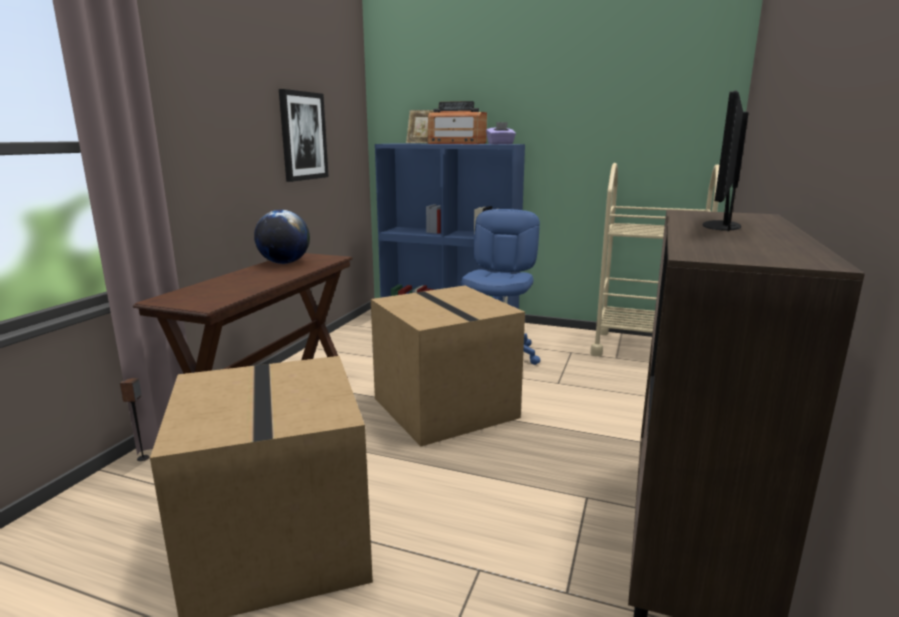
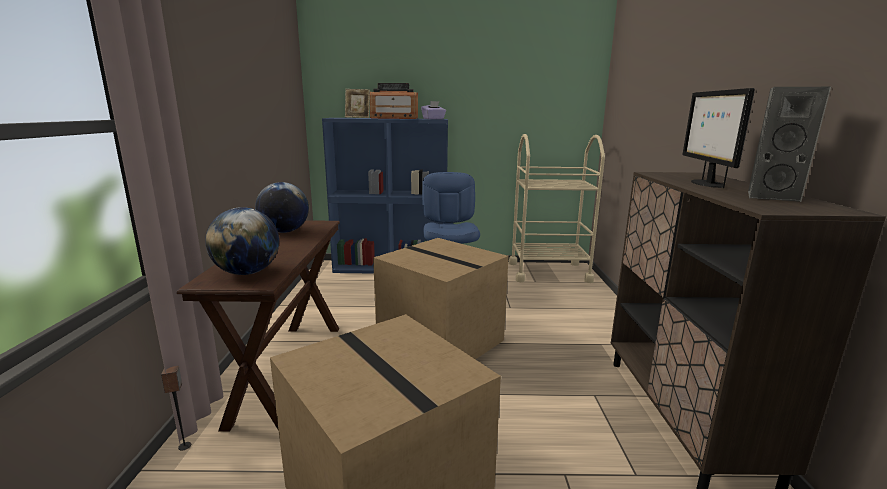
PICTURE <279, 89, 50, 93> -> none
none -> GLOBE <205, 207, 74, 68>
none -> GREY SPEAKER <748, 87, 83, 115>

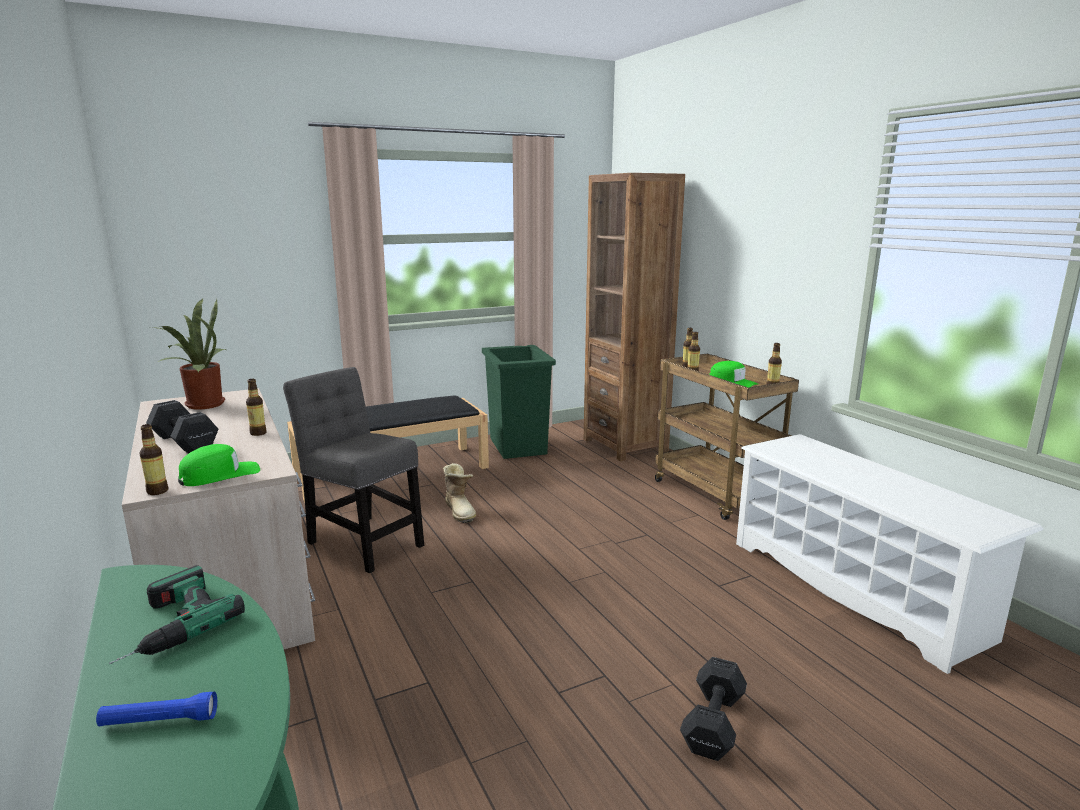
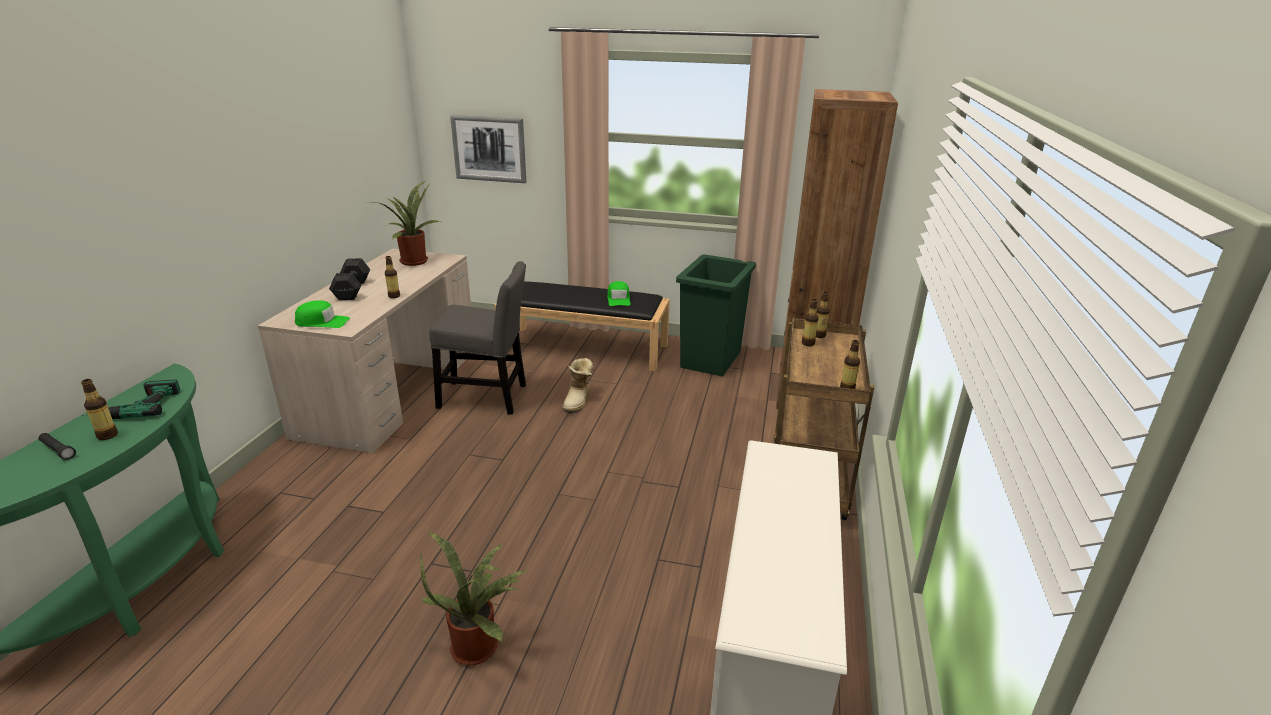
none -> PICTURE <450, 115, 76, 68>
BOTTLE <139, 424, 30, 71> -> BOTTLE <81, 379, 37, 61>, shifted
GREEN CAP <709, 361, 49, 27> -> GREEN CAP <607, 281, 23, 25>, shifted
BLACK DUMBBELL <680, 657, 67, 104> -> POTTED PLANT <420, 532, 108, 133>
BLUE FLASHLIGHT <96, 692, 121, 34> -> BLACK FLASHLIGHT <39, 433, 37, 27>
GREY CHAIR <283, 367, 141, 206> -> GREY CHAIR <429, 261, 97, 154>, 105 degrees clockwise

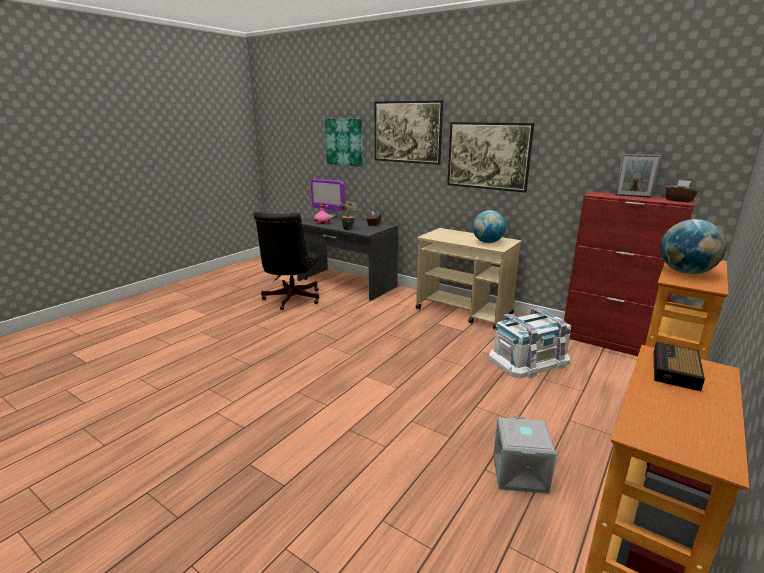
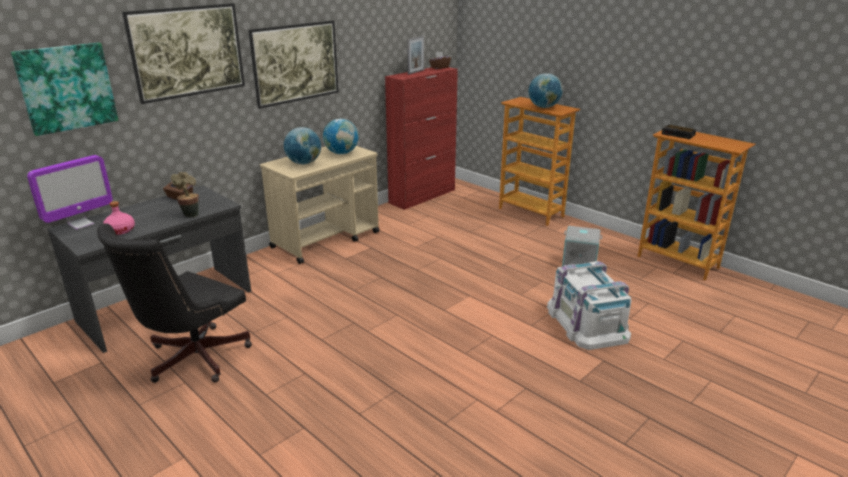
none -> GLOBE <284, 127, 37, 37>
WHITE STORAGE BOX <489, 308, 82, 70> -> WHITE STORAGE BOX <547, 261, 84, 89>, shifted
BLACK OFFICE CHAIR <254, 212, 65, 98> -> BLACK OFFICE CHAIR <97, 223, 155, 160>, 105 degrees clockwise

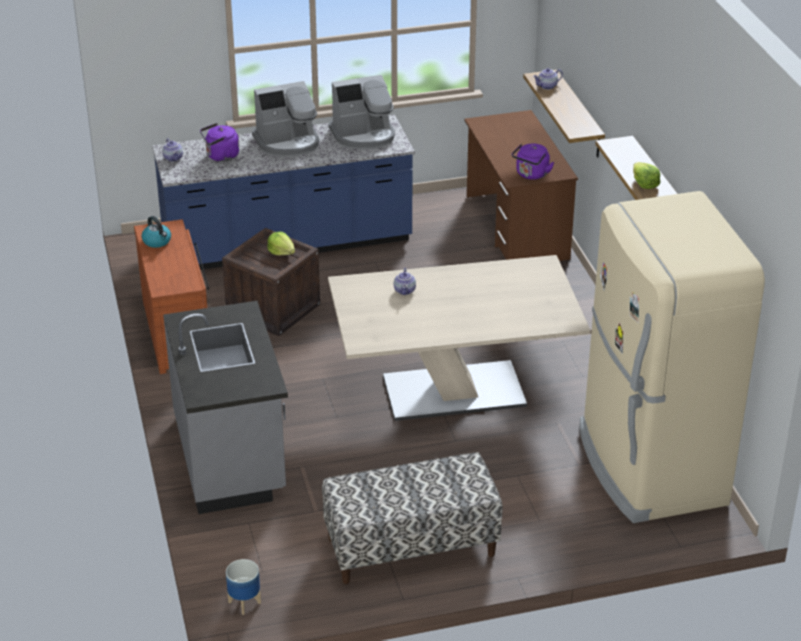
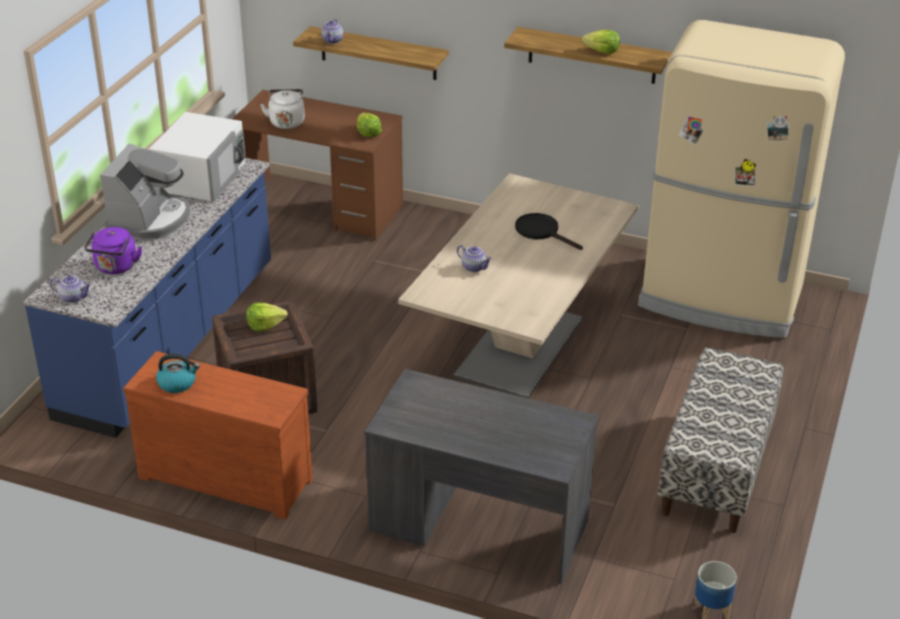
none -> WHITE KETTLE <260, 89, 45, 40>
none -> BLACK FRYING PAN <515, 213, 68, 37>
GREY COUNTER <163, 301, 125, 213> -> GREY DESK <364, 369, 235, 215>
COFFEE MACHINE <328, 75, 67, 75> -> WHITE MICROWAVE <149, 112, 97, 90>
PURPLE KETTLE <512, 144, 42, 36> -> LETTUCE <357, 112, 25, 25>

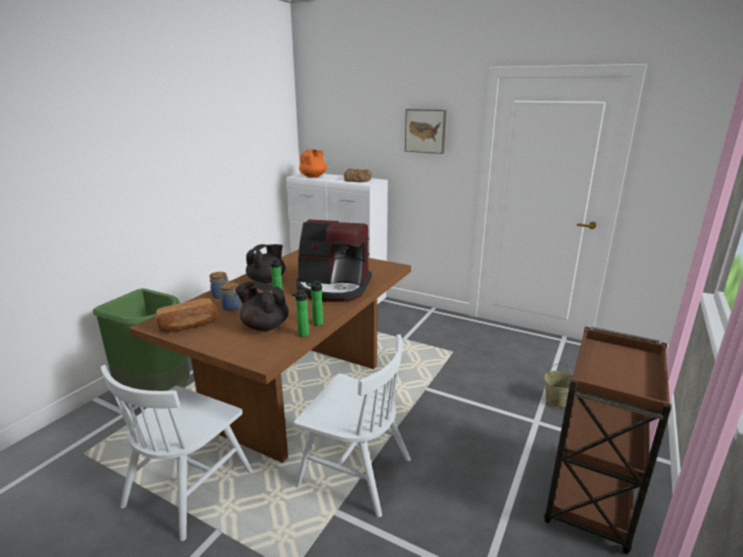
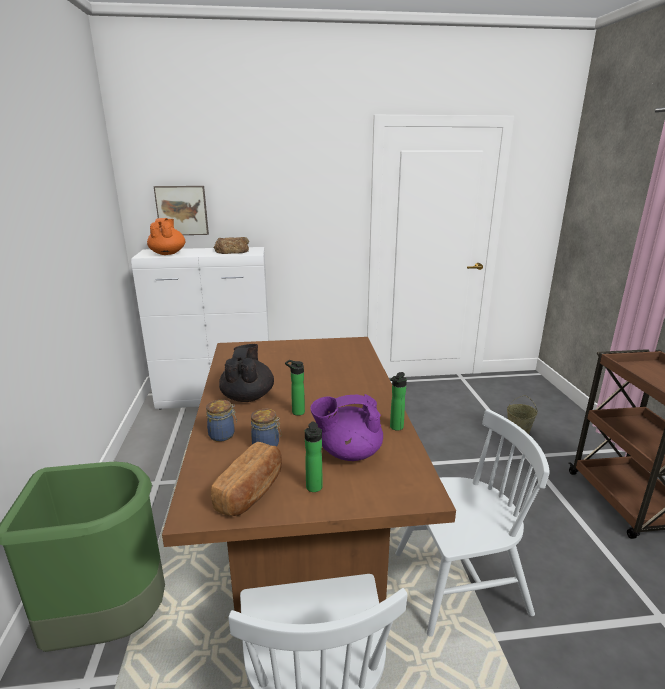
COFFEE MACHINE <296, 220, 76, 82> -> none
BOTTLE <292, 289, 17, 48> -> BOTTLE <305, 422, 18, 70>, shifted
PICTURE <405, 109, 42, 45> -> PICTURE <154, 186, 55, 49>, shifted
BLACK TEAPOT <235, 281, 54, 50> -> PURPLE TEAPOT <310, 394, 73, 67>

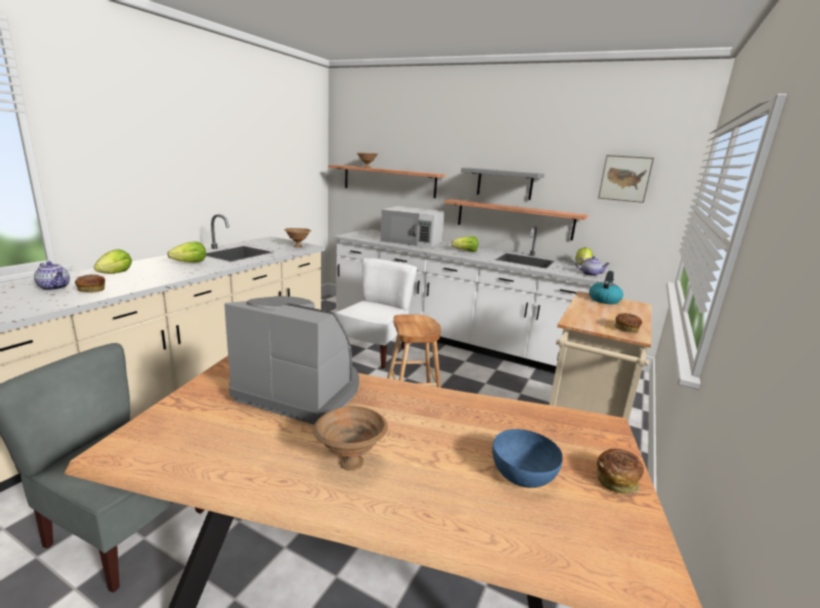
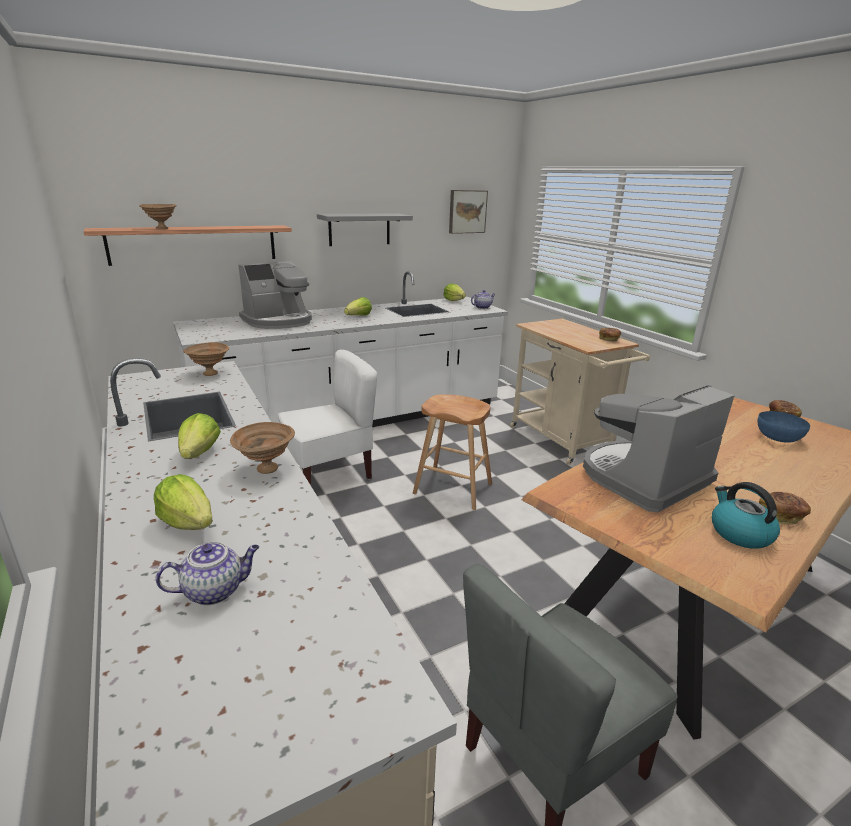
SHELF <444, 199, 144, 42> -> none
BREAD <75, 274, 30, 19> -> BREAD <759, 492, 52, 33>, shifted
BROWN BOWL <313, 406, 75, 65> -> BROWN BOWL <230, 422, 65, 52>, shifted
KETTLE <589, 271, 34, 33> -> KETTLE <712, 482, 68, 67>, shifted
WHITE MICROWAVE <380, 206, 65, 41> -> COFFEE MACHINE <238, 261, 74, 68>
WHITE CHAIR <336, 258, 81, 111> -> WHITE CHAIR <278, 349, 100, 136>, 90 degrees clockwise

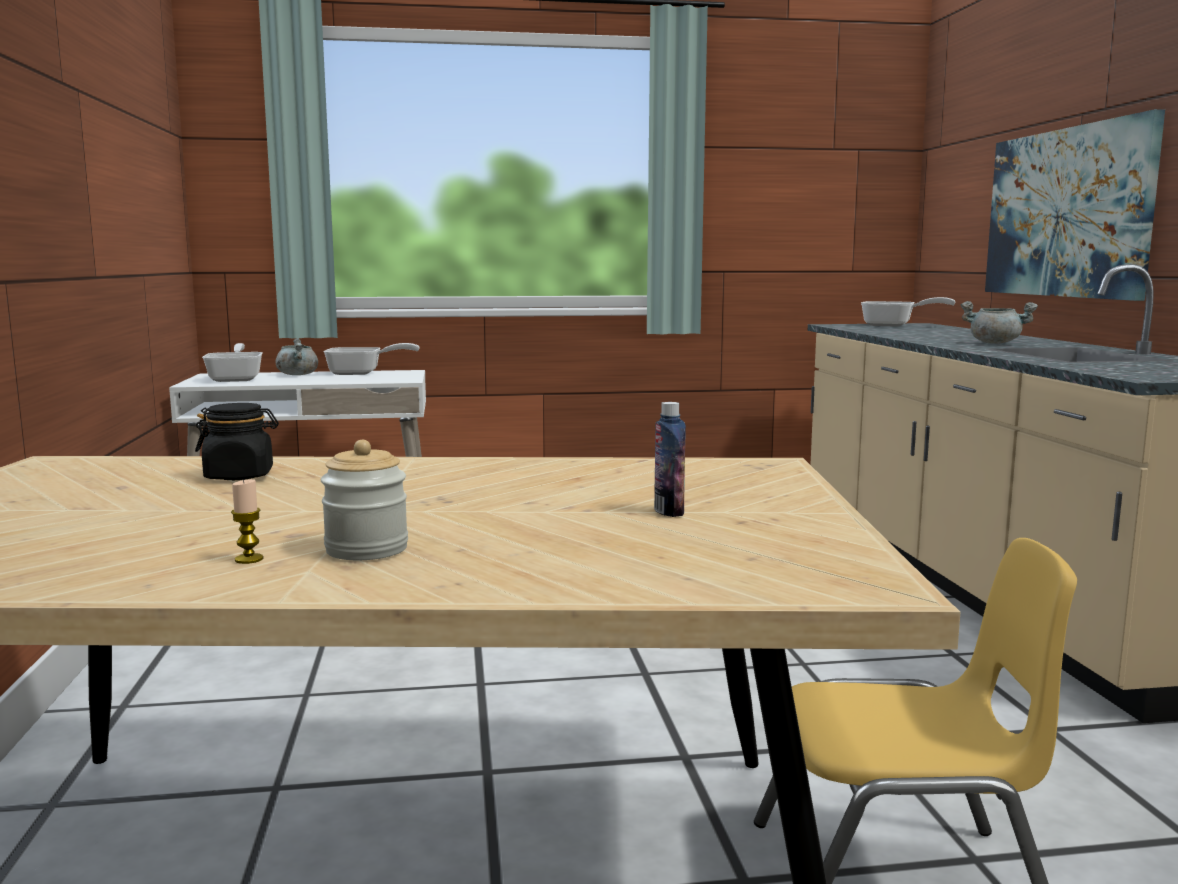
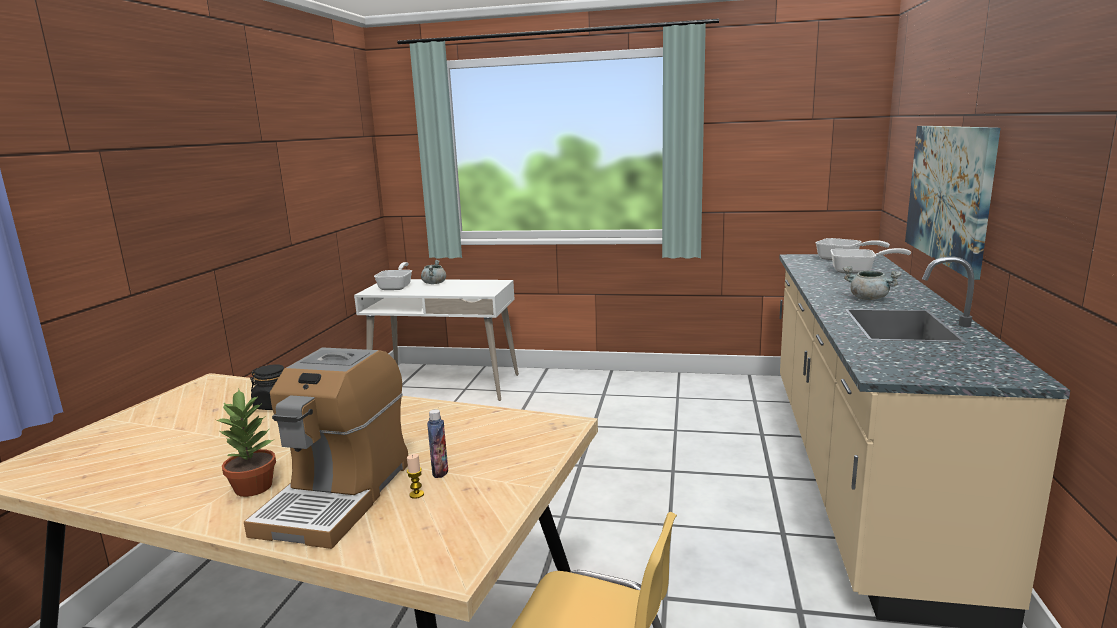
none -> COFFEE MACHINE <244, 347, 164, 202>
CANDLE <231, 479, 32, 85> -> CANDLE <407, 454, 17, 45>, shifted
FRYING PAN <323, 343, 97, 32> -> FRYING PAN <830, 248, 81, 25>, shifted
JAR <321, 440, 87, 120> -> POTTED PLANT <214, 389, 62, 108>

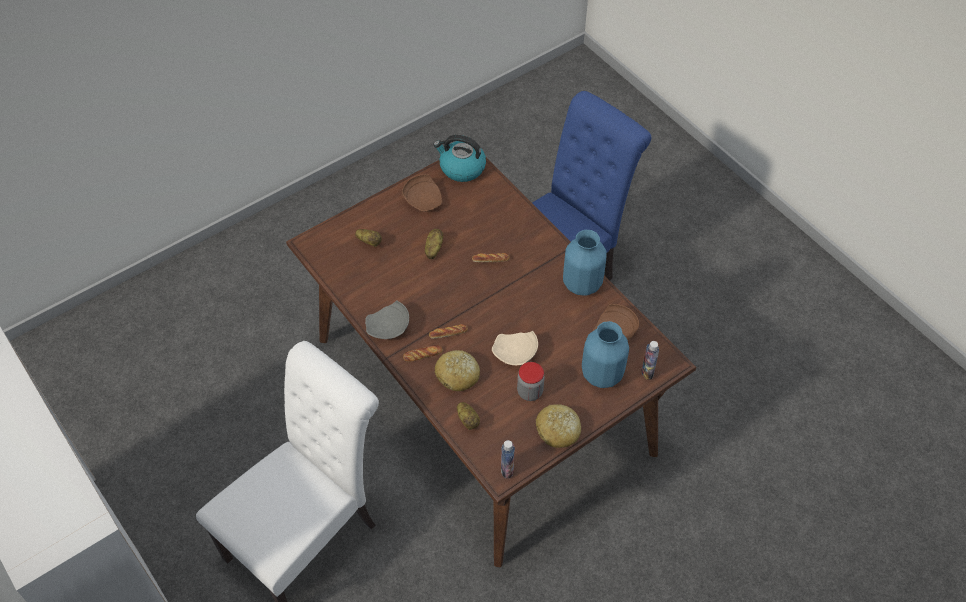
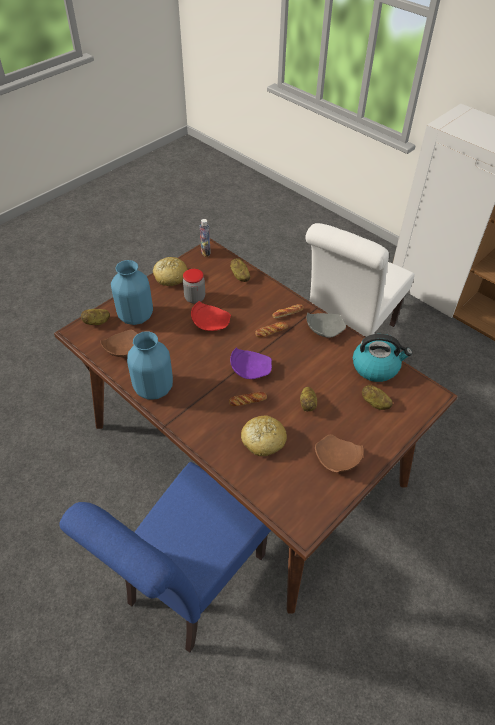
none -> PURPLE PLATE <230, 347, 42, 32>
KETTLE <433, 135, 53, 47> -> KETTLE <353, 334, 59, 48>, shifted
BREAD <434, 350, 46, 41> -> BREAD <241, 416, 46, 40>, shifted
BOTTLE <642, 341, 17, 39> -> POTATO <81, 309, 29, 16>
BEIGE PLATE <492, 331, 46, 34> -> RED PLATE <191, 301, 40, 30>

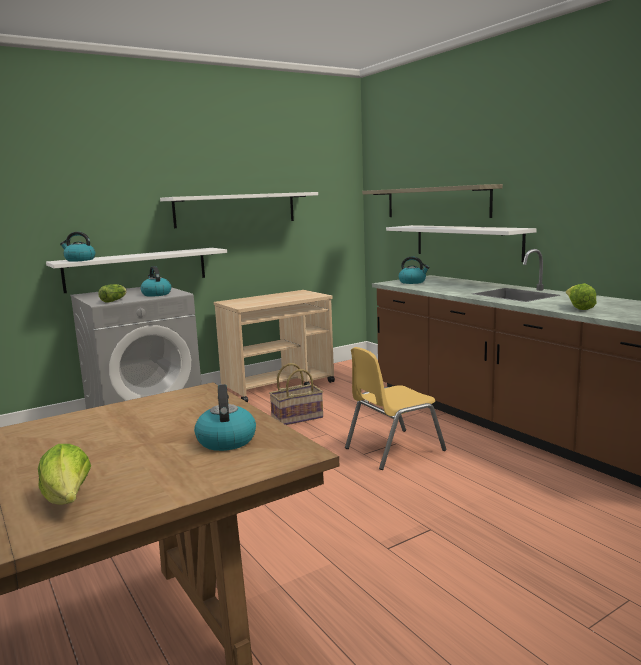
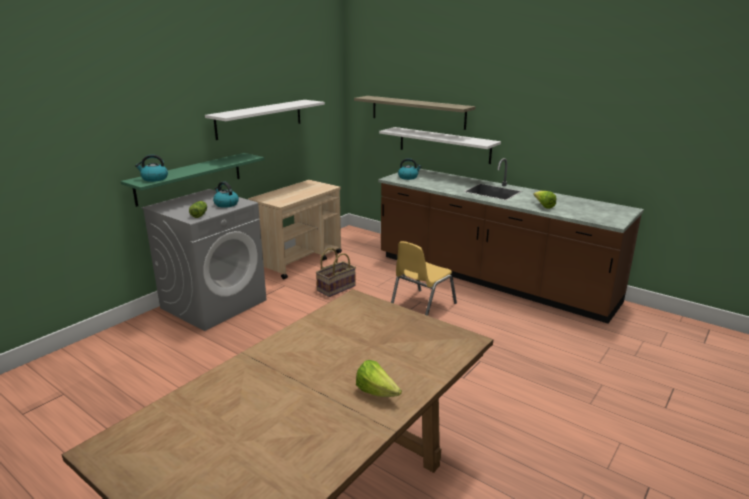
KETTLE <194, 384, 62, 67> -> none
WHITE SHELF <46, 248, 181, 45> -> GREEN SHELF <121, 153, 143, 54>

